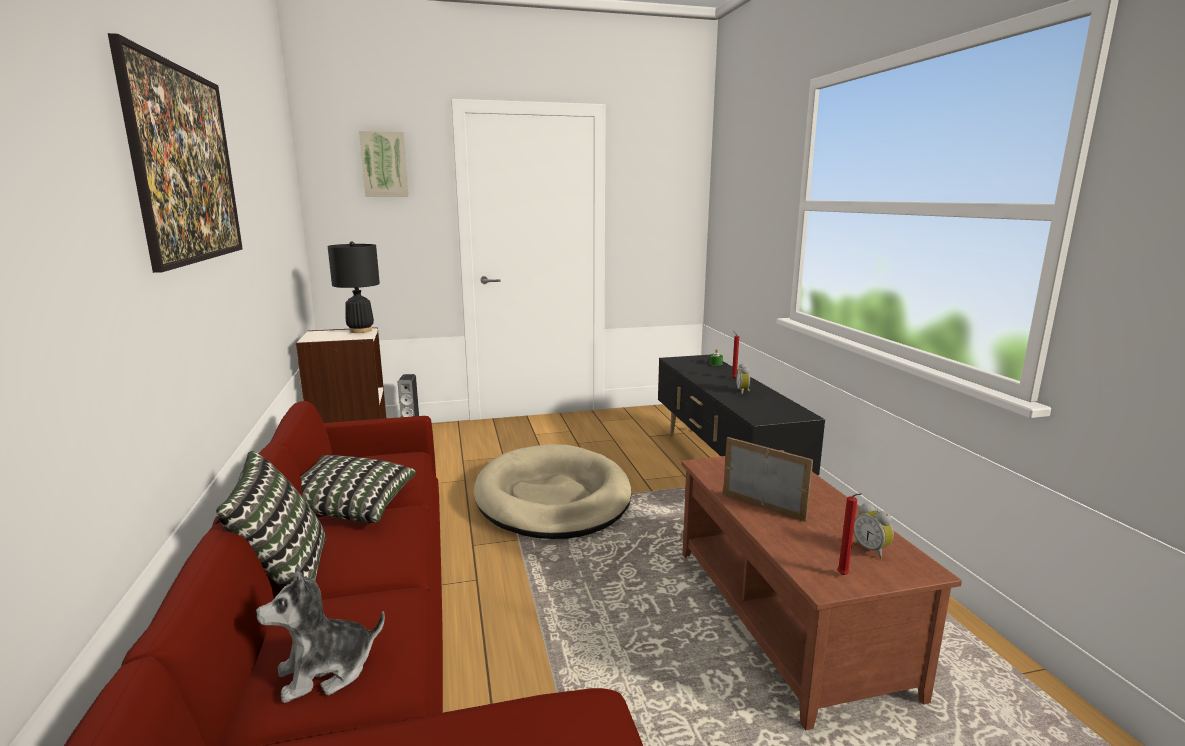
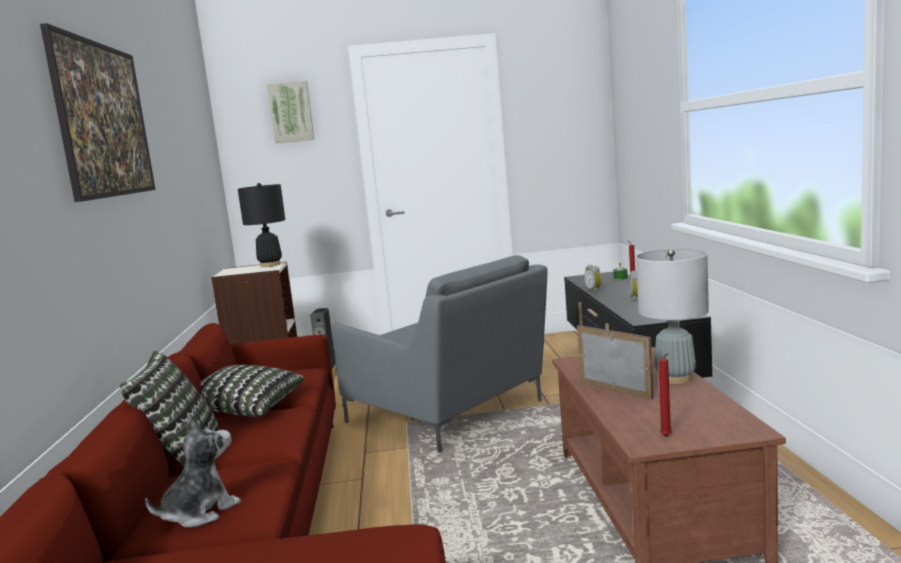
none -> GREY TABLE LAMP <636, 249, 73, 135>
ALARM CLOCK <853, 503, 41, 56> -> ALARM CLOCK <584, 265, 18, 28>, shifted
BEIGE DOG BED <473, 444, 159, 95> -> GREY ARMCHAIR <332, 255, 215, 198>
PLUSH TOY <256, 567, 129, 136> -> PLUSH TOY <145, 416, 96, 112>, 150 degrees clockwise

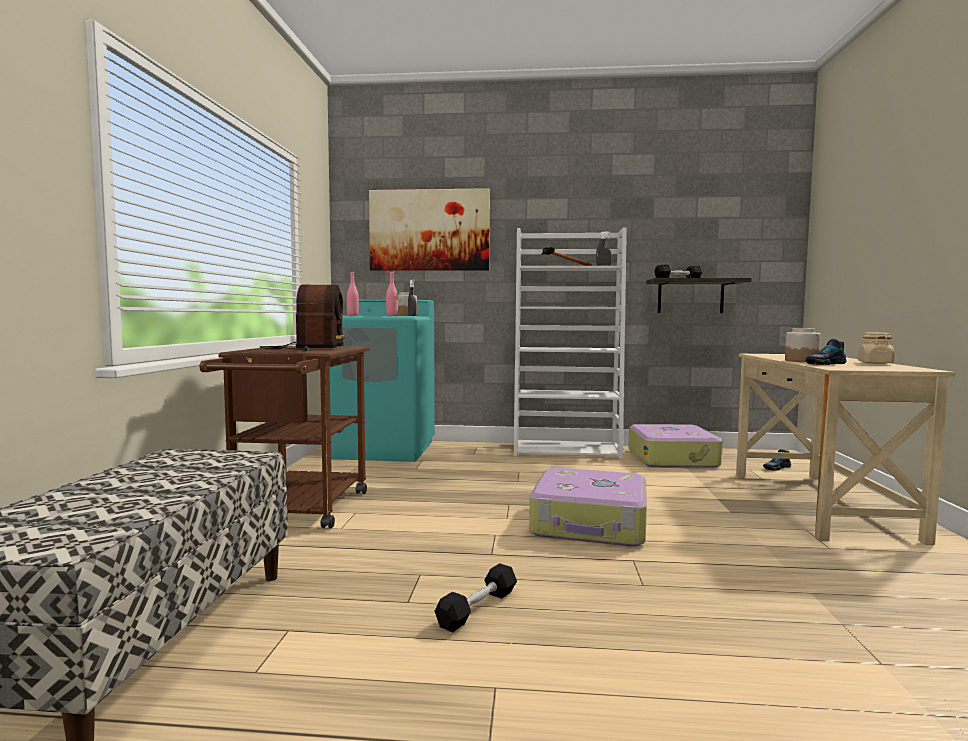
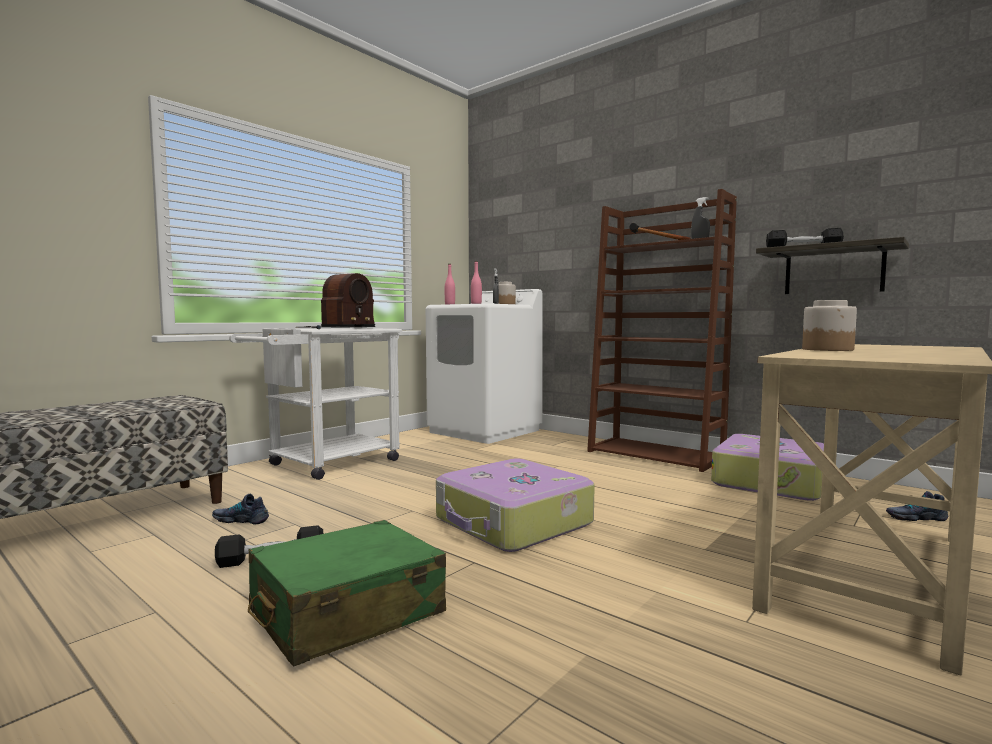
PICTURE <369, 188, 121, 83> -> none
BEIGE JAR <858, 333, 37, 31> -> none
none -> GREEN SUITCASE <248, 520, 198, 147>
SHOE <805, 339, 41, 26> -> SHOE <212, 494, 57, 31>, shifted
BROWN CART <199, 346, 170, 182> -> WHITE CART <229, 328, 173, 152>
TURQUOISE WASHING MACHINE <330, 300, 105, 162> -> WHITE WASHING MACHINE <426, 289, 117, 155>
WHITE BOOKCASE <514, 227, 113, 232> -> BROWN BOOKCASE <587, 189, 150, 283>

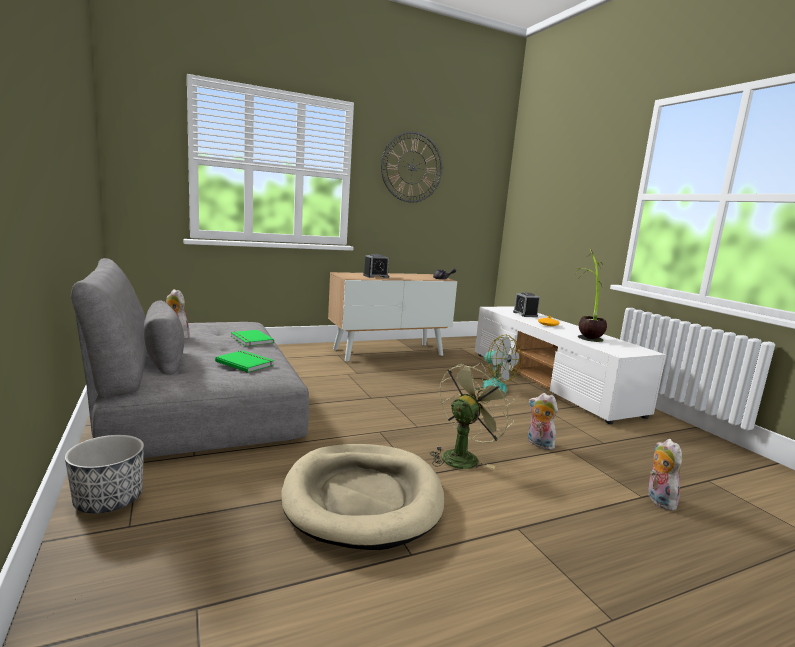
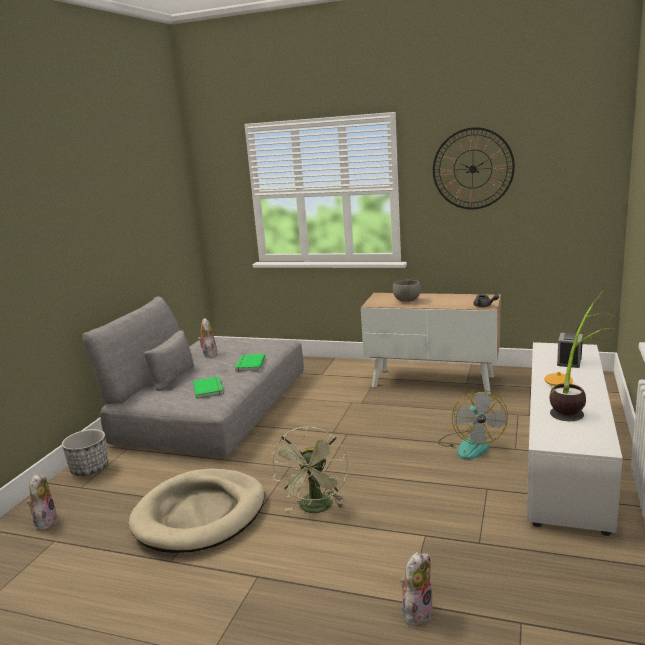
PLUSH TOY <528, 393, 30, 57> -> PLUSH TOY <27, 474, 31, 56>, shifted
ALARM CLOCK <363, 254, 26, 24> -> GREY BOWL <393, 280, 28, 22>
GREEN FAN <430, 362, 84, 107> -> GREEN FAN <271, 426, 77, 87>, 105 degrees clockwise

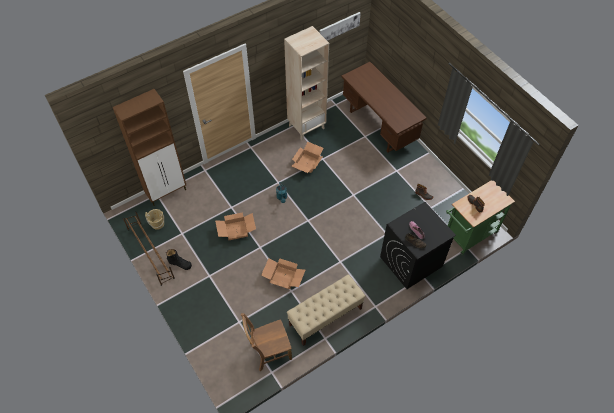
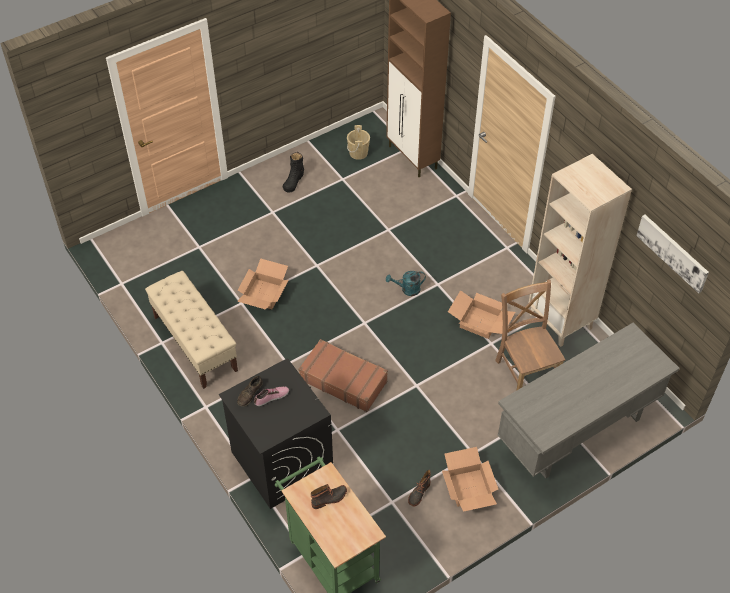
BROWN SHOE RACK <123, 211, 52, 75> -> none
none -> BROWN SUITCASE <299, 339, 89, 73>
CARDBOARD BOX <215, 212, 41, 28> -> CARDBOARD BOX <442, 447, 56, 65>, shifted
BROWN CHAIR <241, 313, 51, 58> -> BROWN CHAIR <495, 280, 70, 111>, shifted
BROWN DESK <341, 62, 86, 91> -> GREY DESK <498, 323, 182, 156>

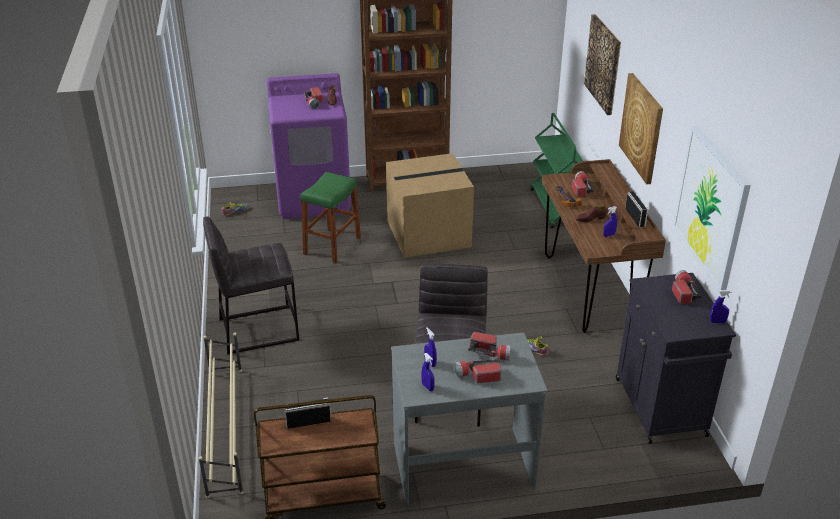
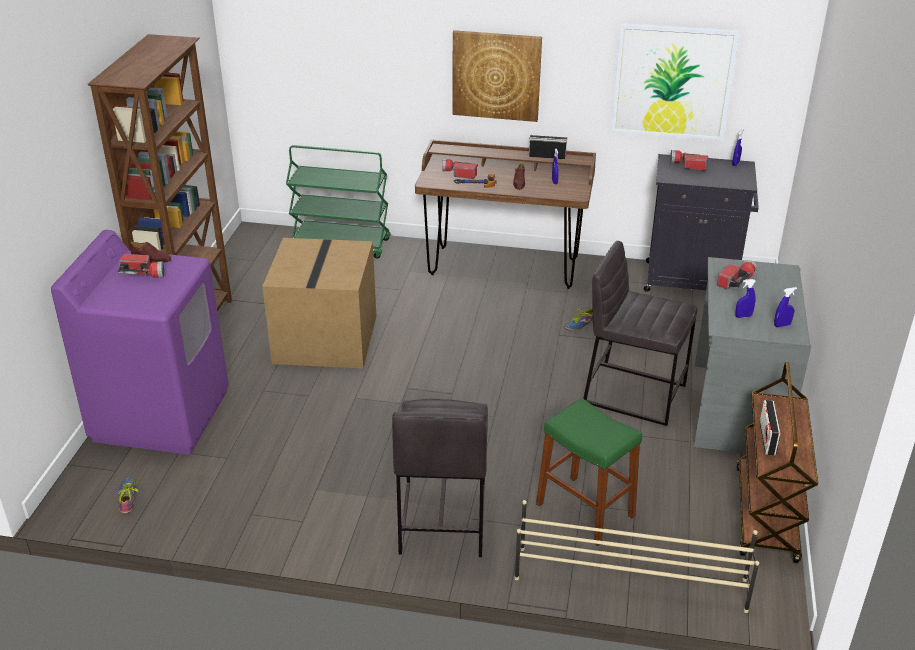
FLASHLIGHT <454, 360, 47, 23> -> none
PICTURE <584, 14, 37, 101> -> none
GREEN STOOL <300, 172, 61, 92> -> GREEN STOOL <536, 398, 106, 148>, shifted

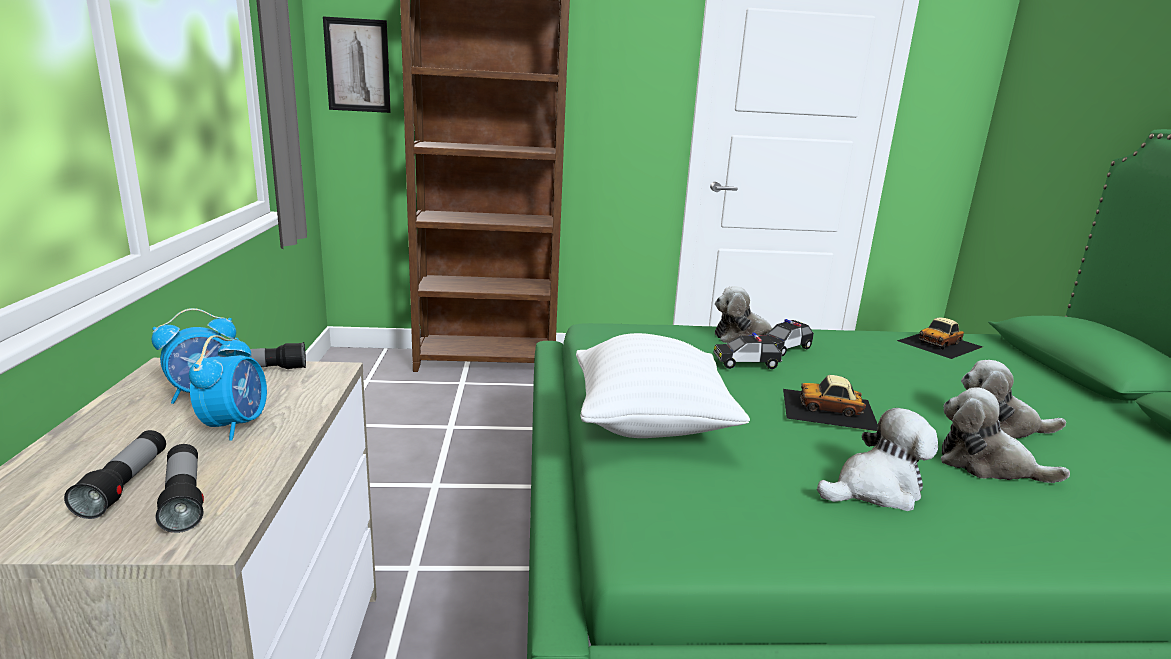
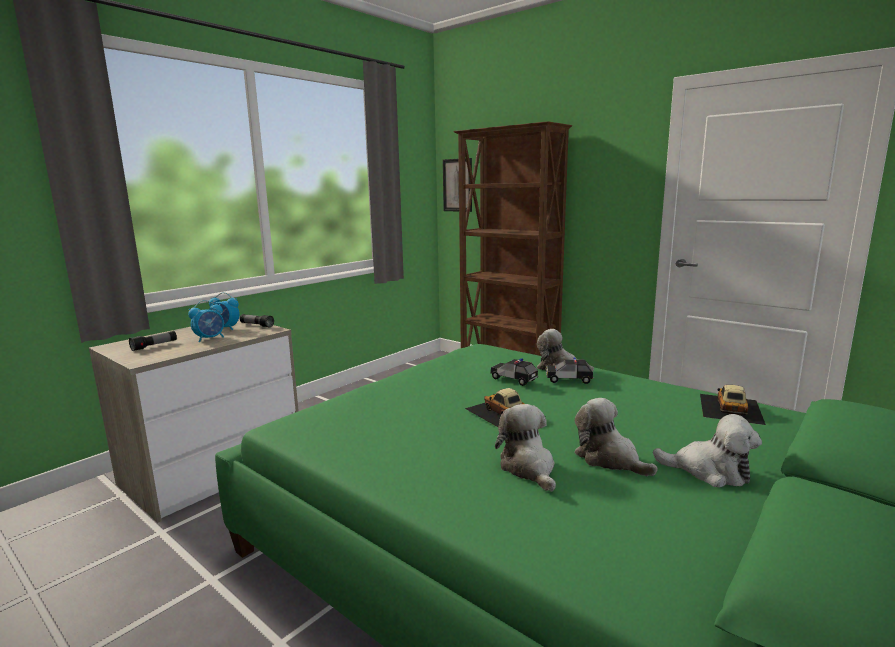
FLASHLIGHT <156, 444, 48, 89> -> none
WHITE PILLOW <576, 333, 174, 105> -> none
PLUSH TOY <817, 408, 121, 103> -> PLUSH TOY <653, 414, 109, 74>, shifted
TOY CAR <897, 318, 86, 41> -> TOY CAR <700, 385, 66, 40>, 105 degrees clockwise

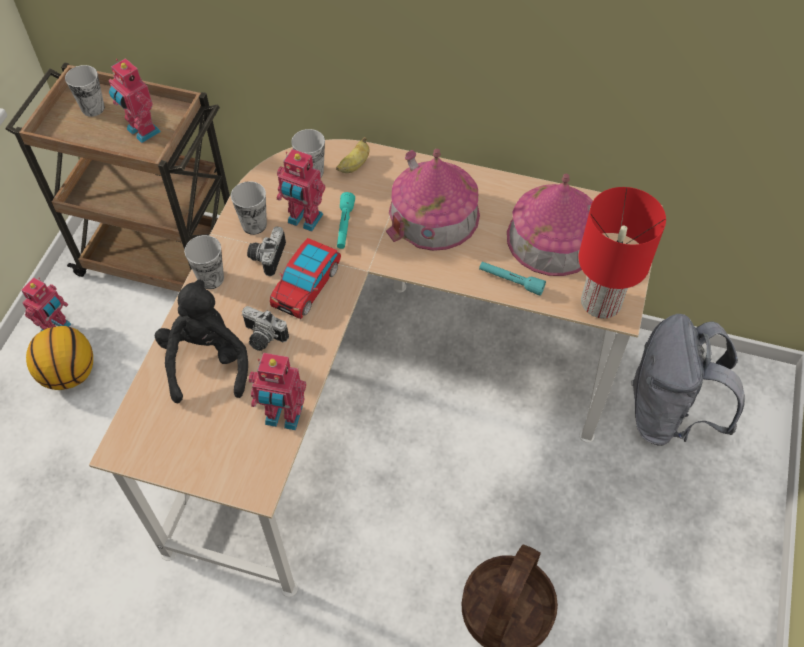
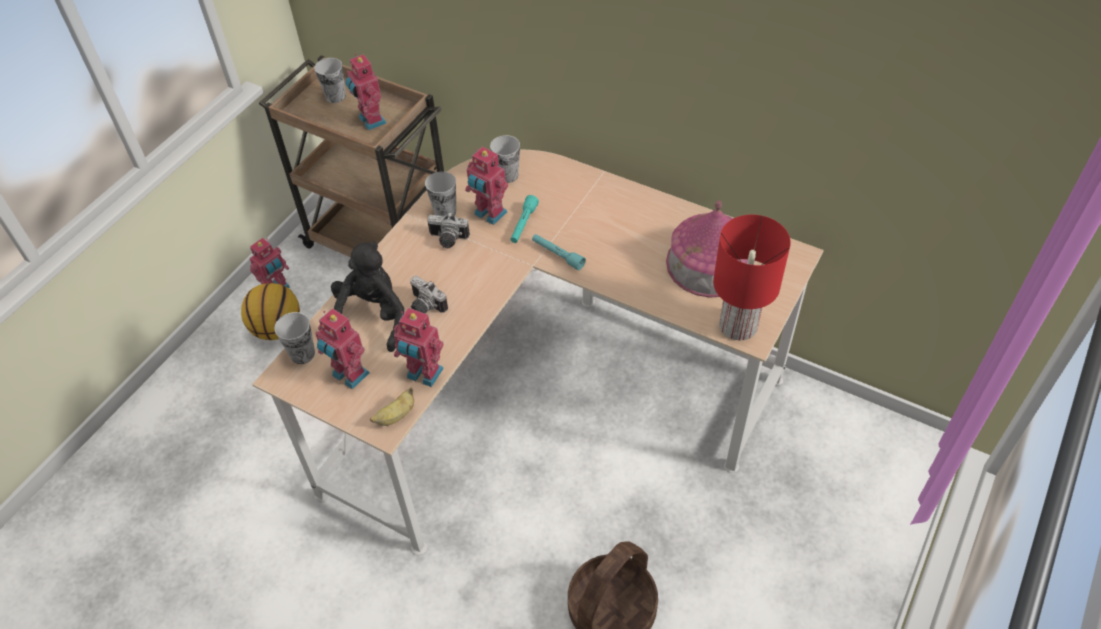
TOY CAR <270, 238, 71, 81> -> none
TOY HOUSE <386, 149, 94, 102> -> none
GREY BACKPACK <631, 314, 114, 132> -> none
none -> TOY ROBOT <315, 308, 55, 81>
CUP <184, 235, 40, 54> -> CUP <274, 312, 41, 52>, shifted
BANANA <336, 137, 34, 36> -> BANANA <370, 387, 44, 39>, shifted
TURQUOISE FLASHLIGHT <479, 261, 67, 35> -> TURQUOISE FLASHLIGHT <532, 234, 54, 36>, shifted
PHOTO CAMERA <247, 226, 39, 50> -> PHOTO CAMERA <427, 212, 43, 36>, 105 degrees counterclockwise

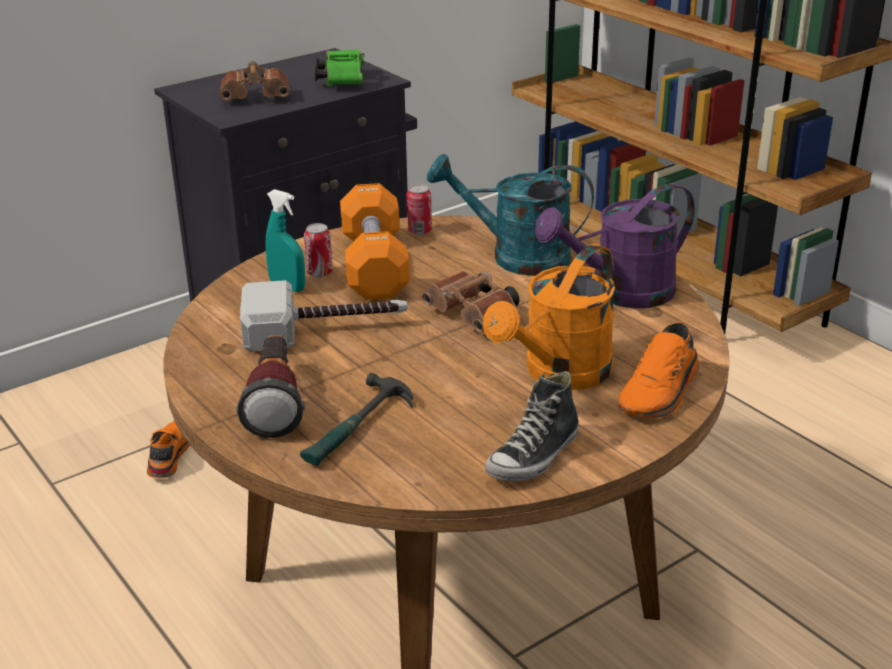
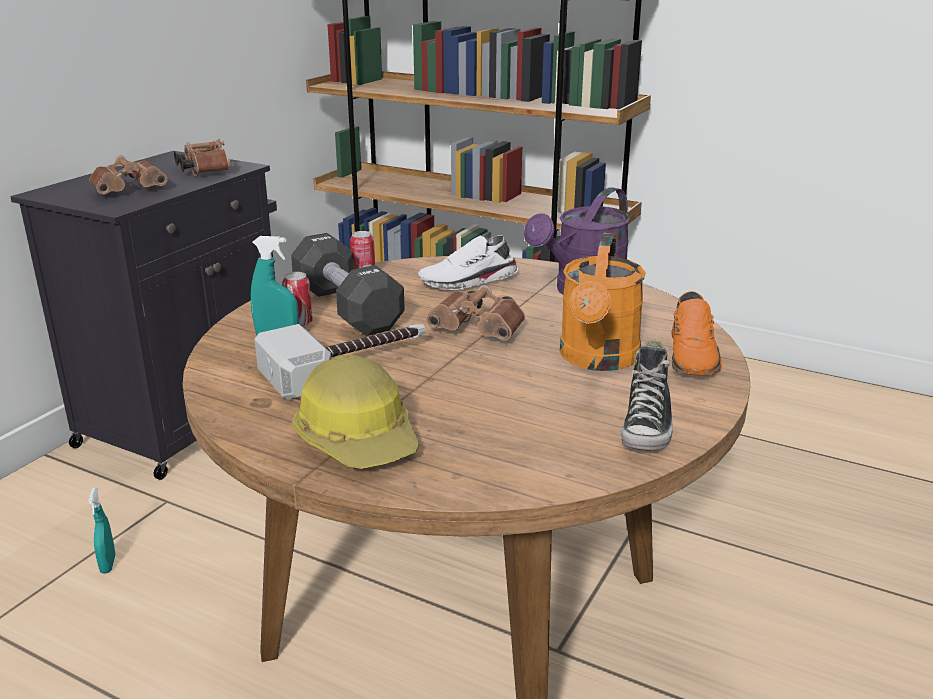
HAMMER <300, 373, 113, 93> -> none
ORANGE SHOE <147, 421, 43, 57> -> TURQUOISE SPRAY BOTTLE <88, 488, 27, 85>
FLASHLIGHT <236, 335, 69, 103> -> HARD HAT <292, 354, 128, 115>
TURQUOISE WATERING CAN <427, 154, 167, 122> -> WHITE SHOE <417, 235, 102, 55>
GREEN BINOCULARS <315, 49, 49, 38> -> BROWN BINOCULARS <174, 139, 57, 37>
ORANGE DUMBBELL <340, 183, 70, 117> -> BLACK DUMBBELL <291, 233, 114, 103>

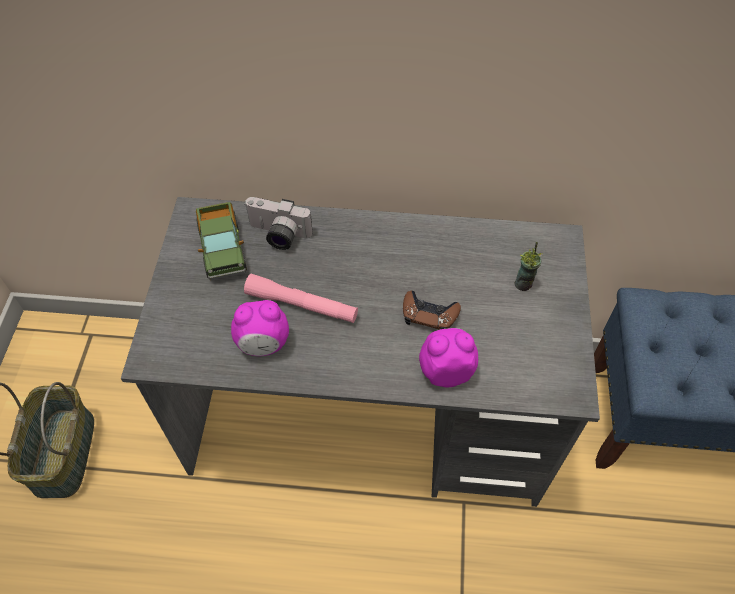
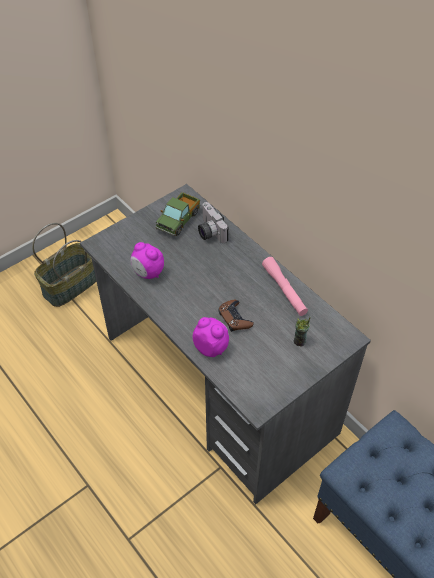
PINK FLASHLIGHT <244, 274, 114, 49> -> PINK FLASHLIGHT <262, 257, 46, 59>, shifted

